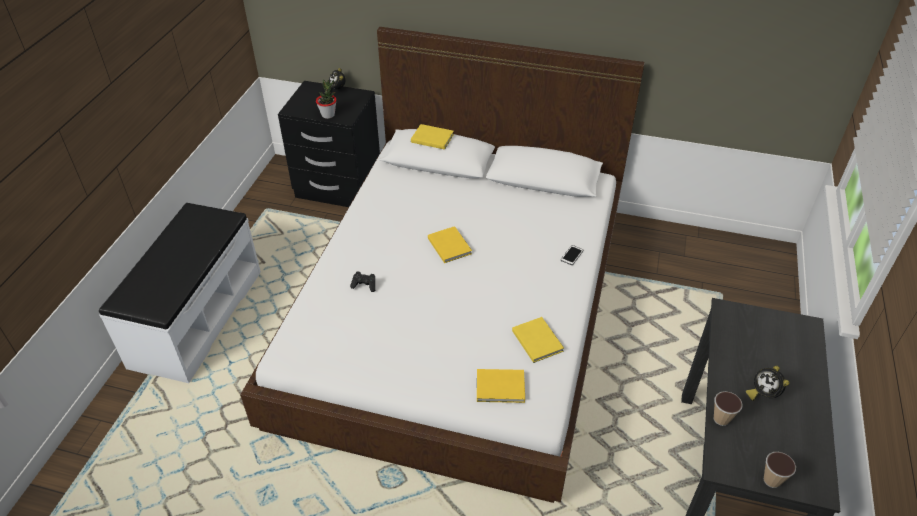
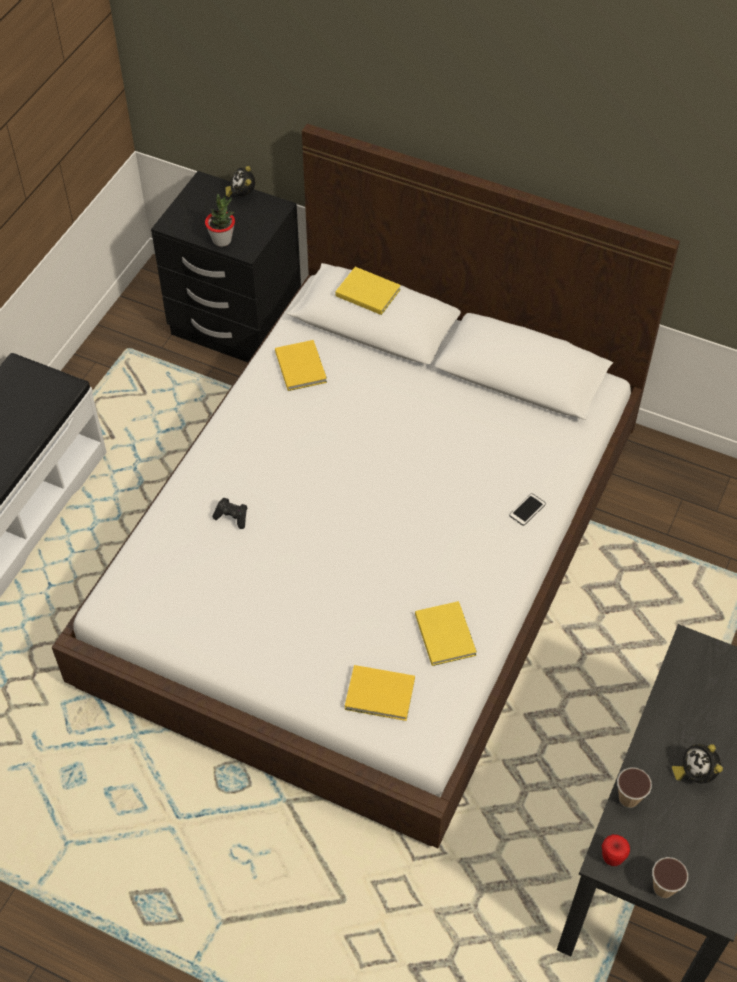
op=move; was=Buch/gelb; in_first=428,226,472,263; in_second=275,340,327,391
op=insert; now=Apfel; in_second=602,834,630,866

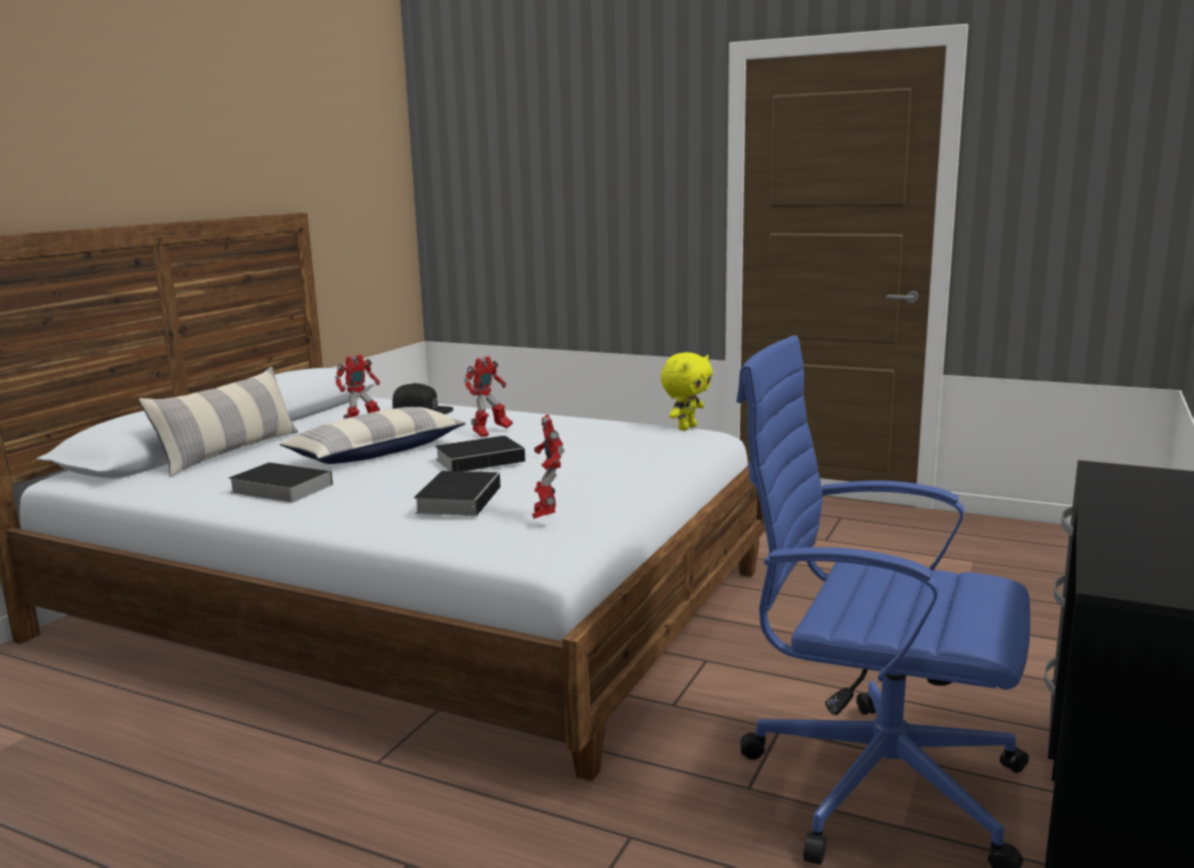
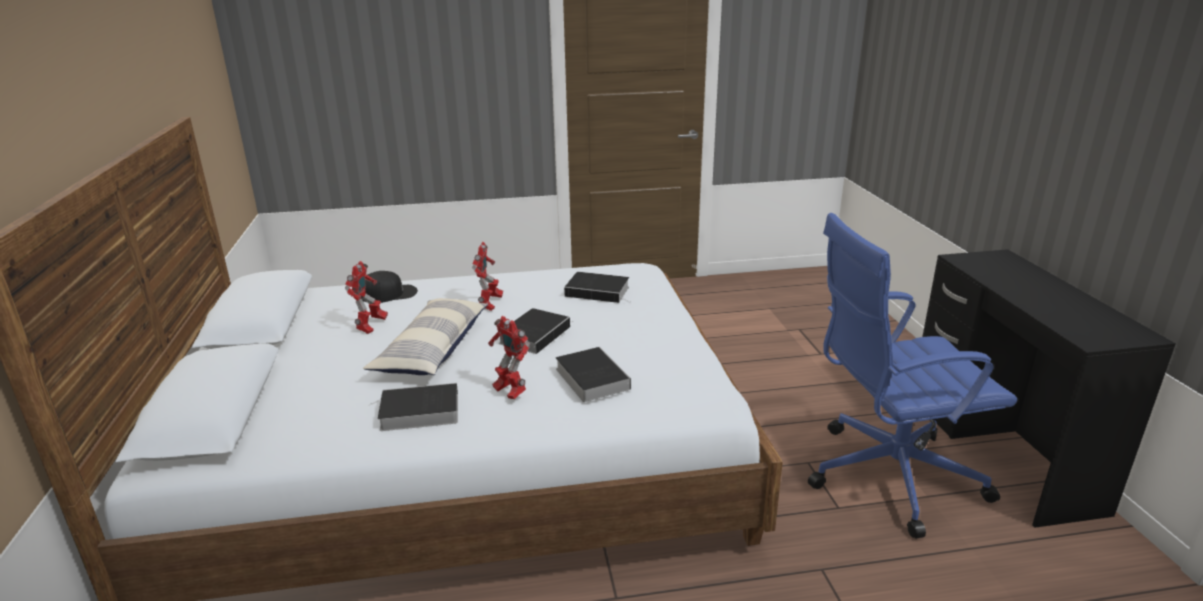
op=delete; was=Plüschtier/gelb; in_first=660,352,713,431
op=delete; was=Kissen; in_first=139,367,298,477
op=move; was=Spielzeugroboter; in_first=532,414,565,519; in_second=488,316,530,399
op=insert; now=Buch; in_second=564,272,630,303

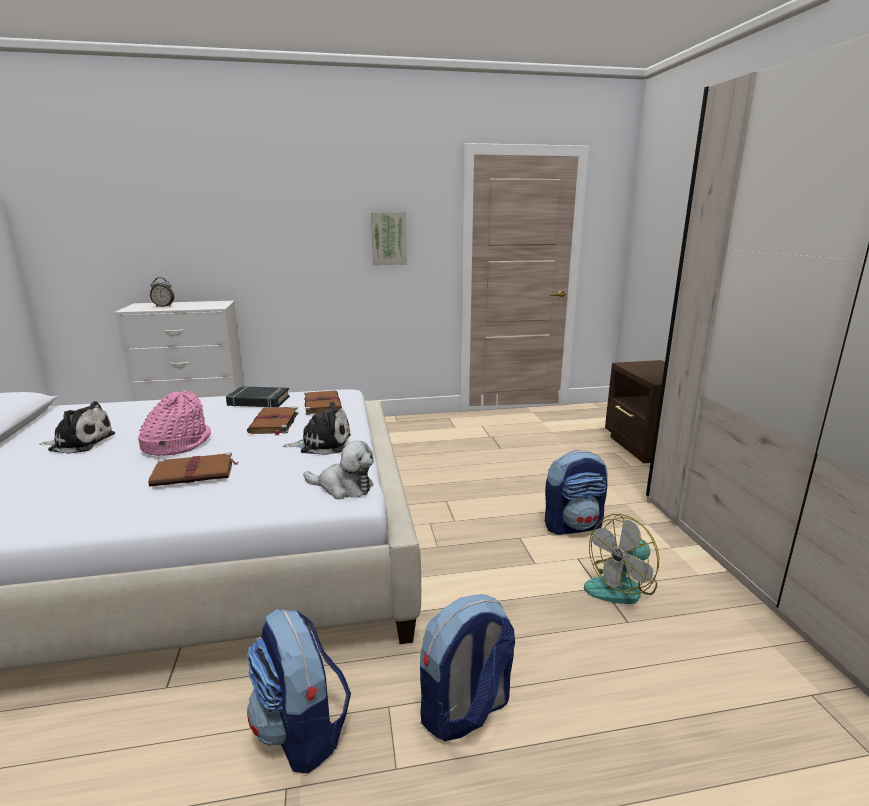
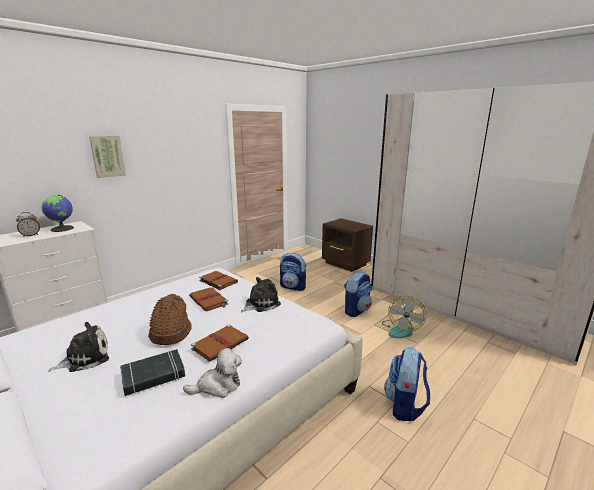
op=move; was=Bild; in_first=371,212,407,265; in_second=89,136,126,178
op=move; was=Buch/schwarz; in_first=226,386,290,408; in_second=120,349,185,396
op=recolor; was=Hut/rosa; now=Hut/braun; in_first=138,391,211,456; in_second=148,294,192,345
op=move; was=Plüschtier; in_first=303,440,374,499; in_second=183,348,242,398
op=move; was=Rucksack; in_first=247,608,351,773; in_second=280,253,307,291
op=insert; now=Globus; in_second=42,195,74,232

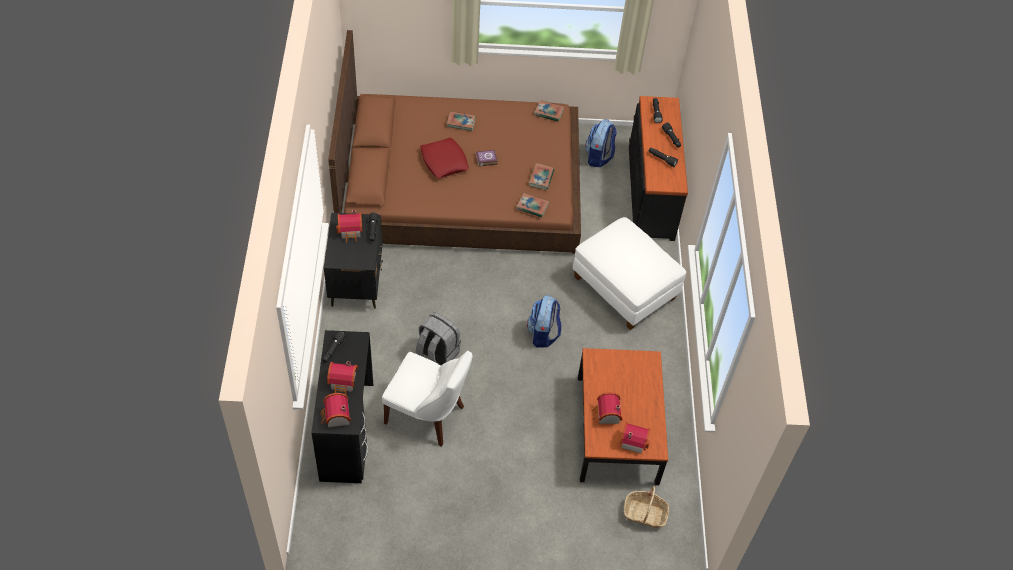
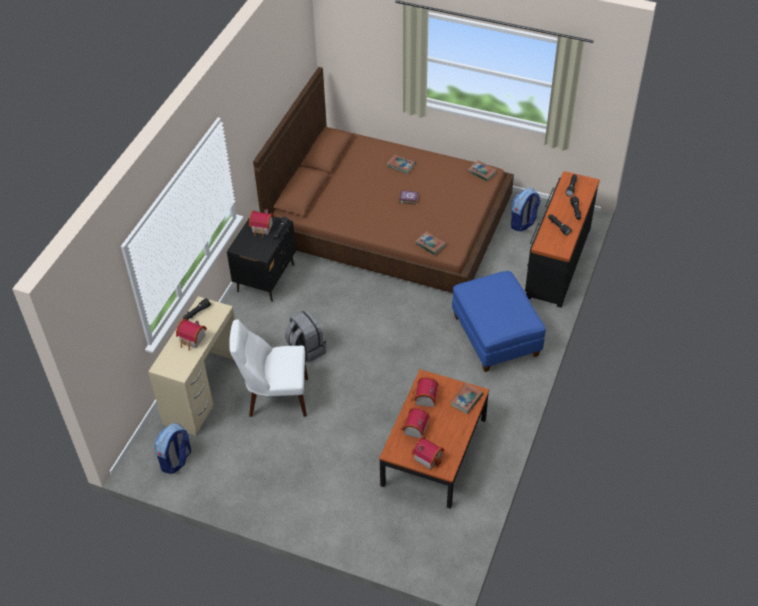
op=delete; was=Kissen/rot; in_first=420,138,469,179
op=move; was=Buch; in_first=529,163,554,190; in_second=451,383,483,414
op=recolor; was=Polsterhocker/weiß; now=Polsterhocker/blau; in_first=573,217,686,330; in_second=452,271,546,372
op=move; was=Rucksack; in_first=527,295,561,348; in_second=154,423,191,474
op=recolor; was=Schreibtisch/schwarz; now=Schreibtisch/beige; in_first=311,330,373,483; in_second=148,296,235,435
op=rotate; was=Stuhl/weiß; in_first=382,351,473,447; in_second=229,319,308,417; clockwise=135
op=move; was=Spielzeughaus; in_first=320,393,351,427; in_second=411,377,439,407
op=delete; was=Korb; in_first=624,486,669,528

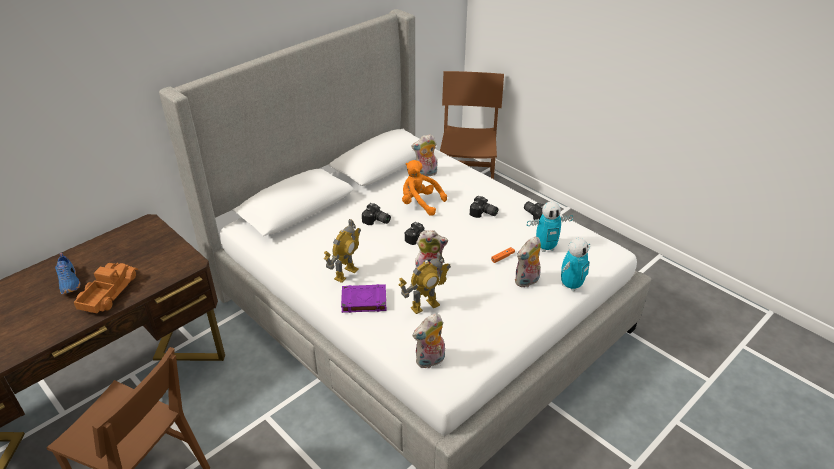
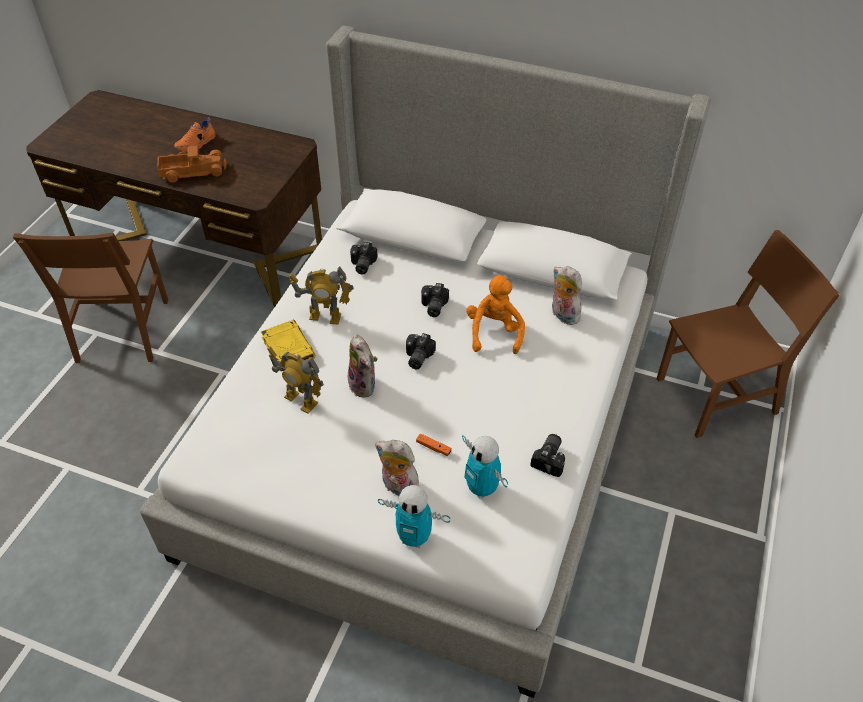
op=move; was=Kamera; in_first=470,196,498,218; in_second=350,242,378,274
op=recolor; was=Schuh/blau; now=Schuh/orange; in_first=55,253,81,295; in_second=174,117,216,153
op=recolor; was=Buch/lila; now=Buch/gelb; in_first=341,284,386,313; in_second=261,320,316,372
op=delete; was=Plüschtier; in_first=412,313,445,368

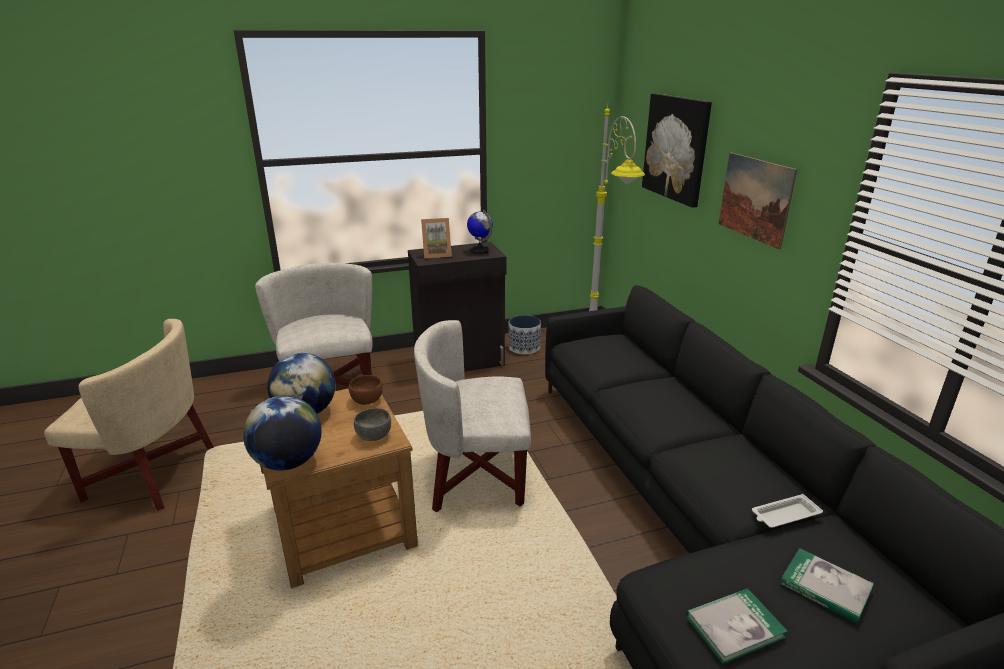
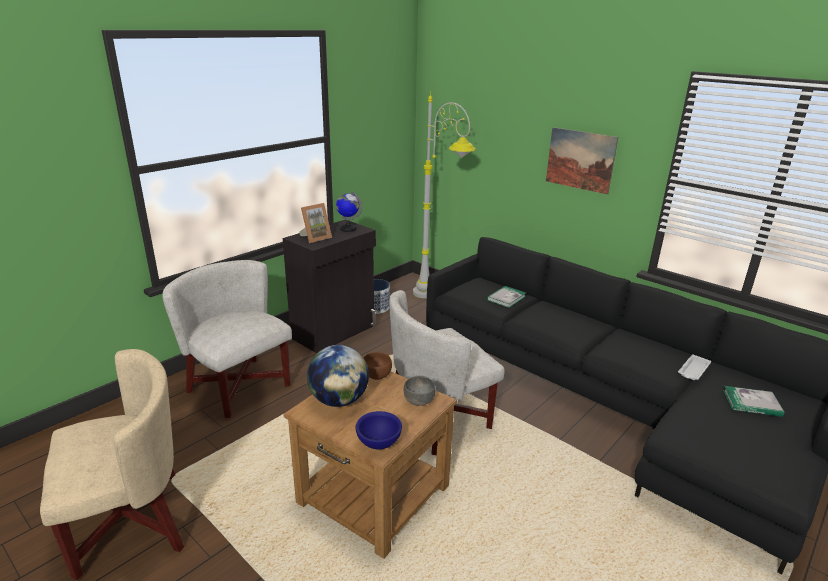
op=delete; was=Bild; in_first=642,93,712,208
op=replace; was=Globus; now=Schüssel/blau; in_first=243,396,322,470; in_second=355,411,402,450
op=move; was=Buch; in_first=686,588,788,664; in_second=487,286,526,308

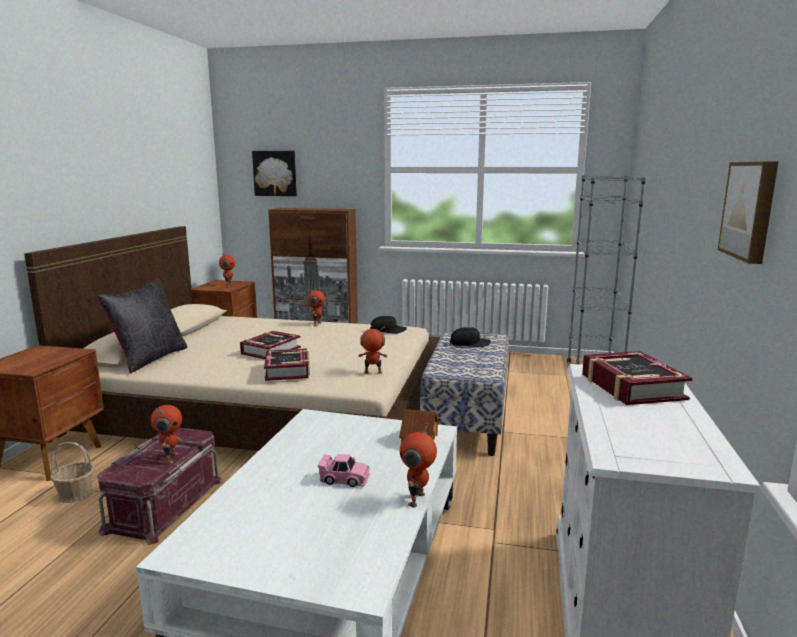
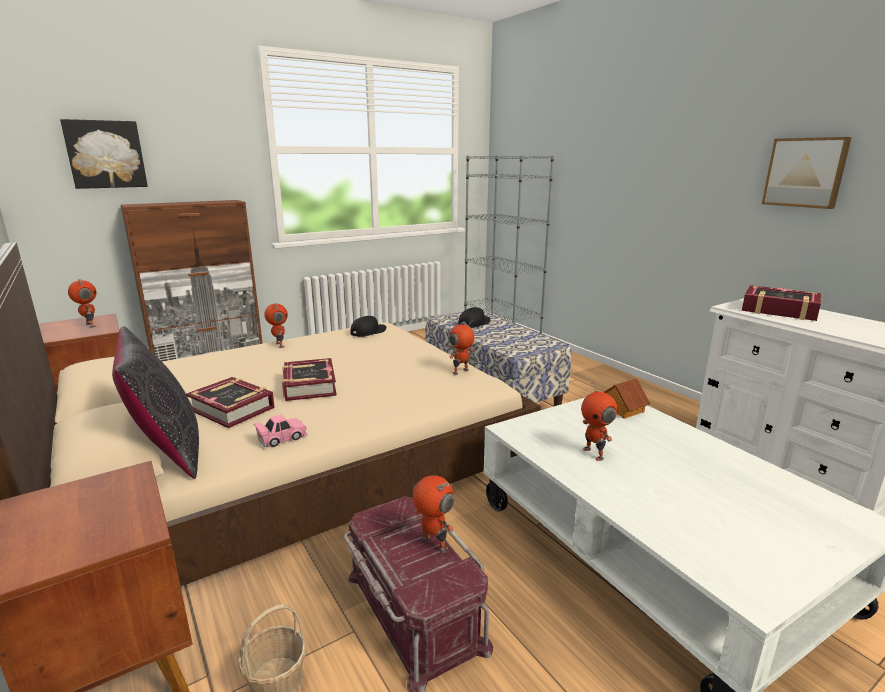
op=move; was=Buch; in_first=264,348,310,381; in_second=186,377,275,428
op=move; was=Spielzeugroboter; in_first=400,422,437,508; in_second=581,382,617,461
op=move; was=Spielzeugauto/rosa; in_first=317,454,370,487; in_second=254,414,307,447

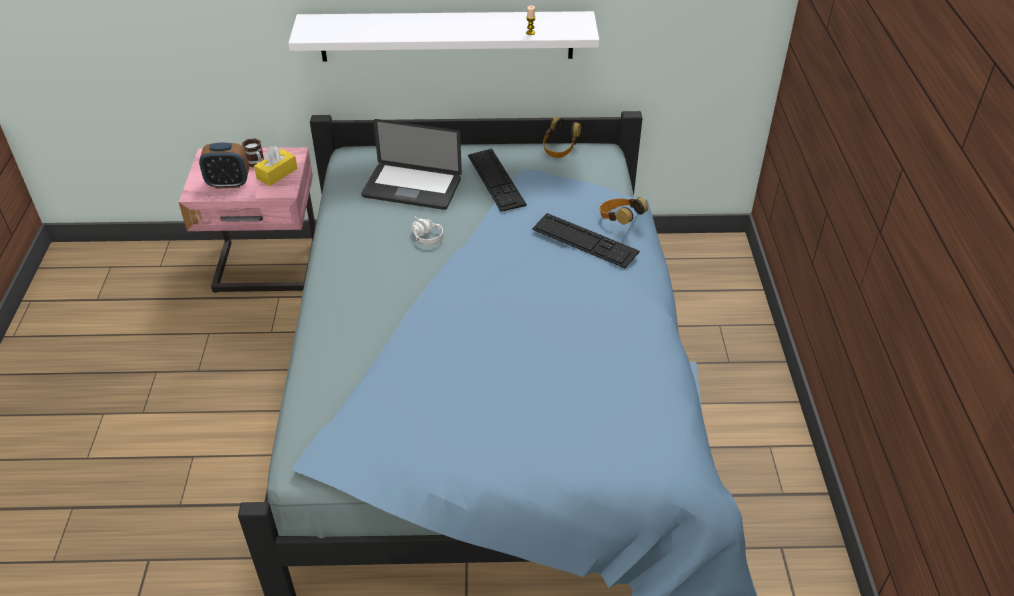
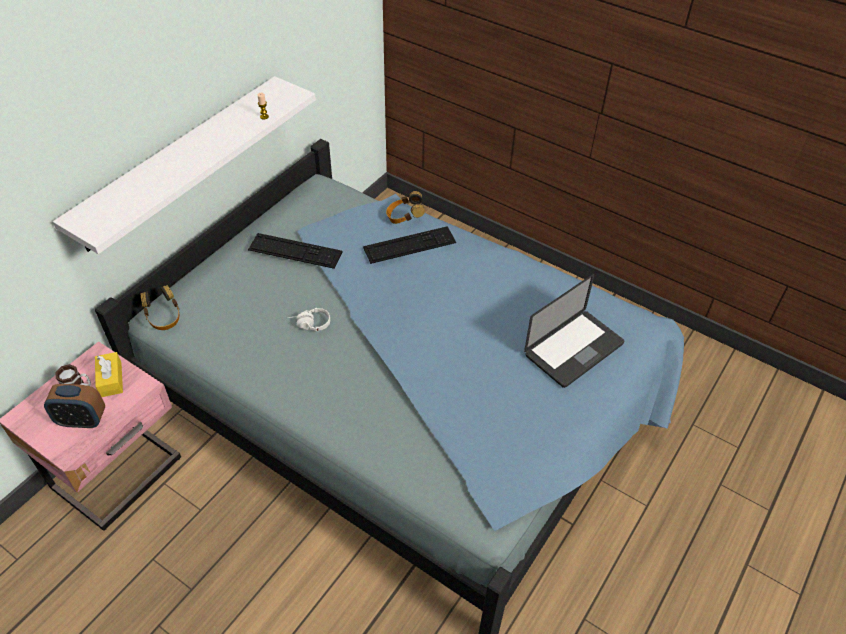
op=move; was=Kopfhörer; in_first=543,117,581,158; in_second=141,285,180,330
op=move; was=Laptop; in_first=361,119,462,210; in_second=524,274,624,388
op=rotate; was=Wecker; in_first=199,143,249,189; in_second=44,384,105,428; clockwise=60

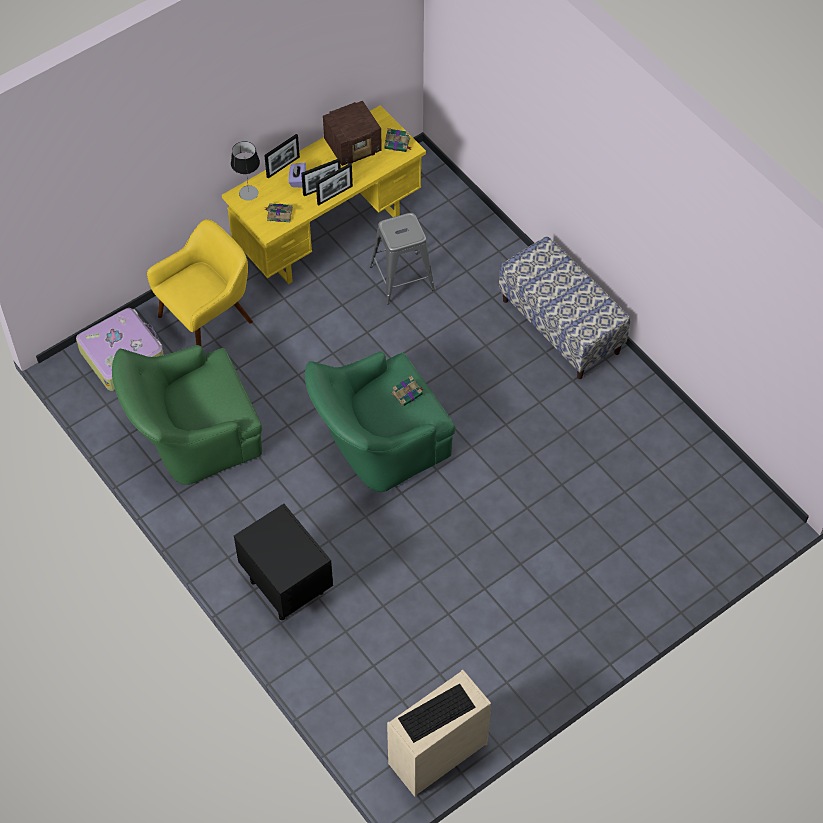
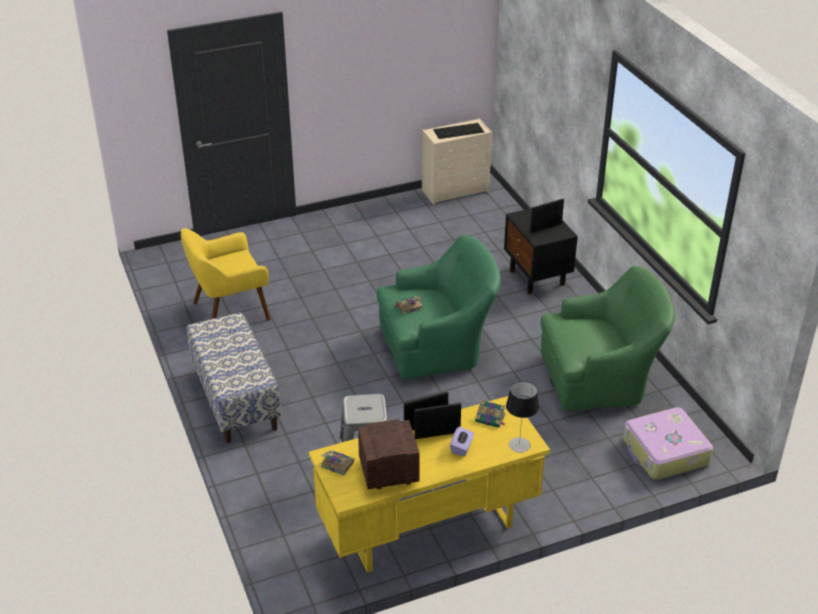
op=move; was=Bilderrahmen; in_first=264,134,300,178; in_second=530,199,564,233
op=move; was=Sessel/gelb; in_first=147,219,253,347; in_second=181,228,270,321

